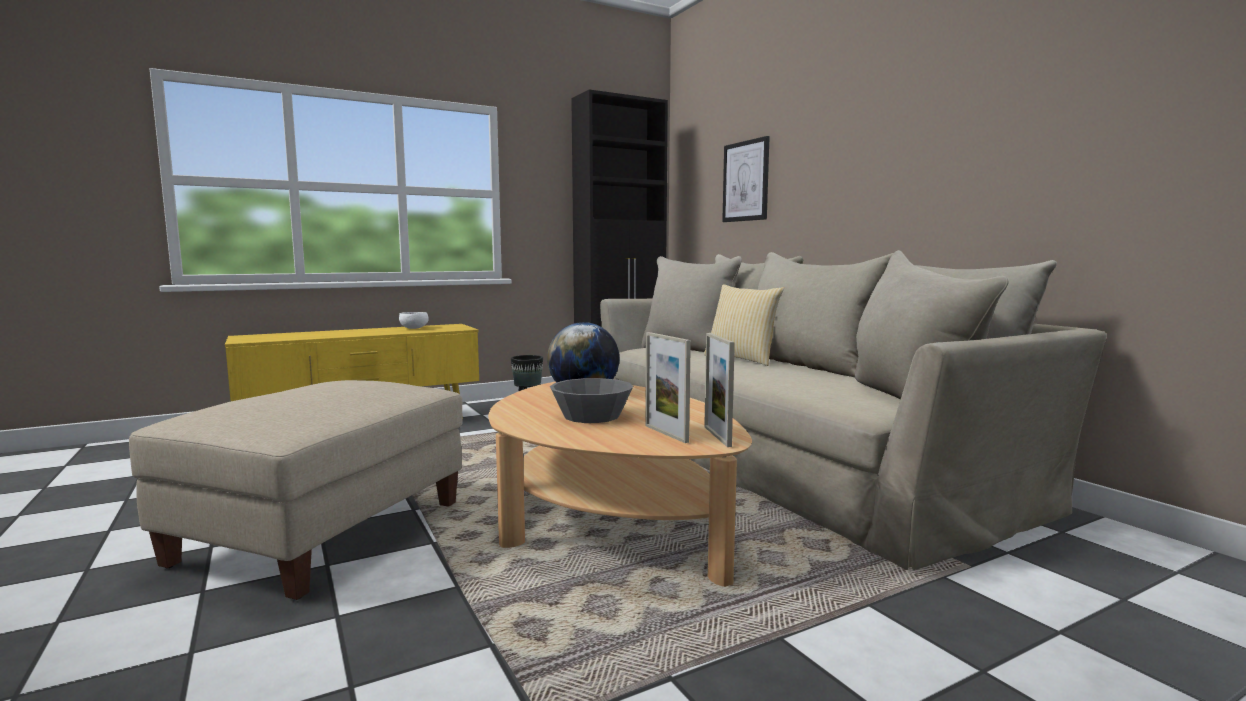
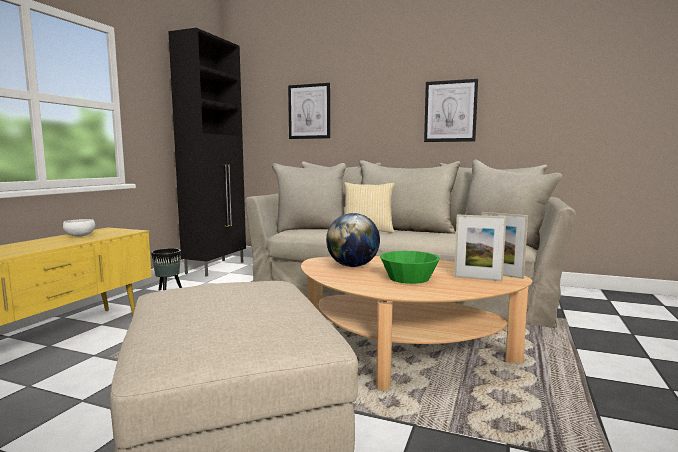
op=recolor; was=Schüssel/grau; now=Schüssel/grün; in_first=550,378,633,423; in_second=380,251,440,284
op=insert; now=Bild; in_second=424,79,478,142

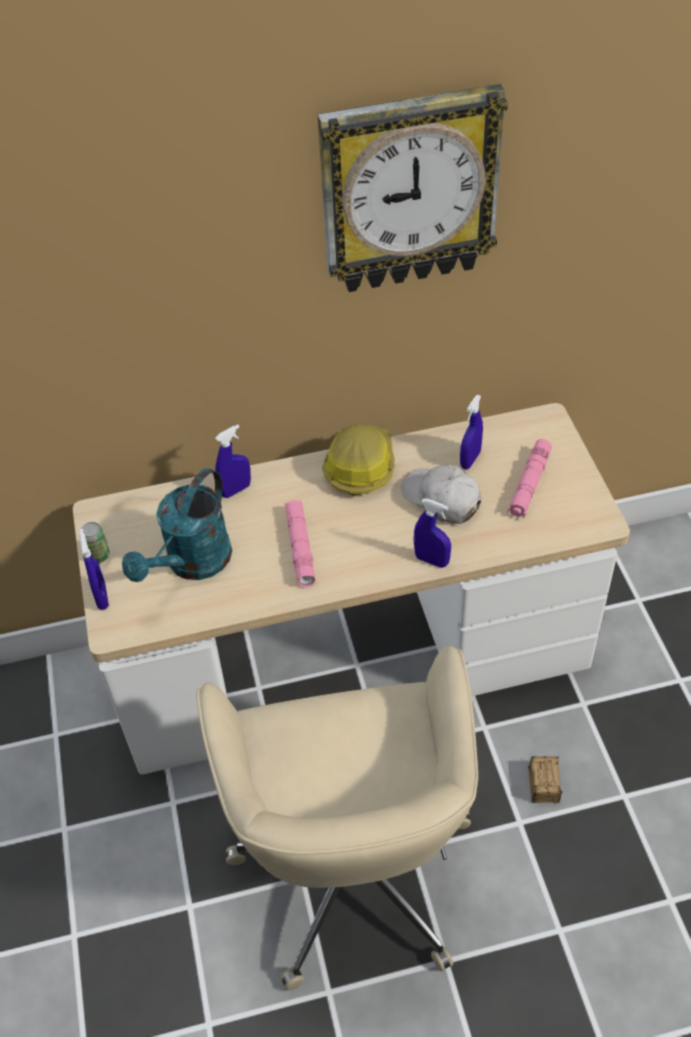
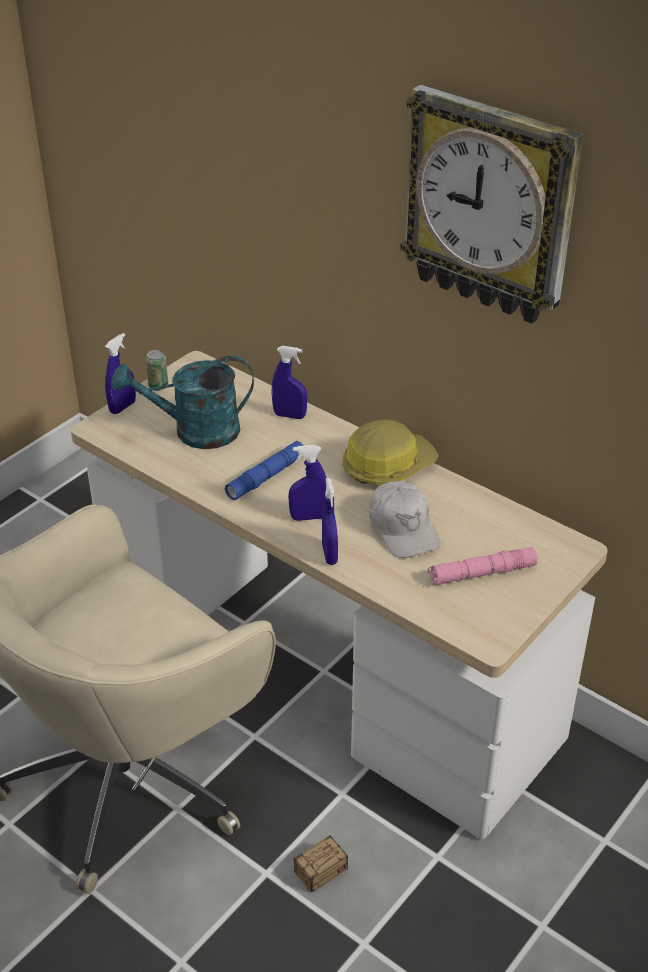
op=move; was=Sprühflasche/blau; in_first=460,395,483,469; in_second=288,445,327,521
op=rotate; was=Kappe/weiß; in_first=401,465,481,524; in_second=369,481,441,558; clockwise=150
op=recolor; was=Taschenlampe/rosa; now=Taschenlampe/blau; in_first=285,500,316,587; in_second=225,441,304,500

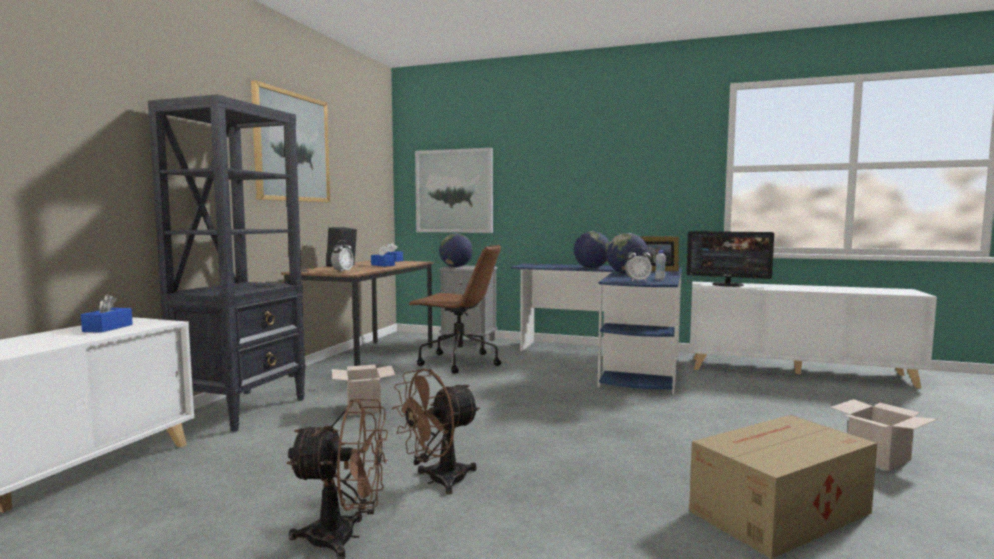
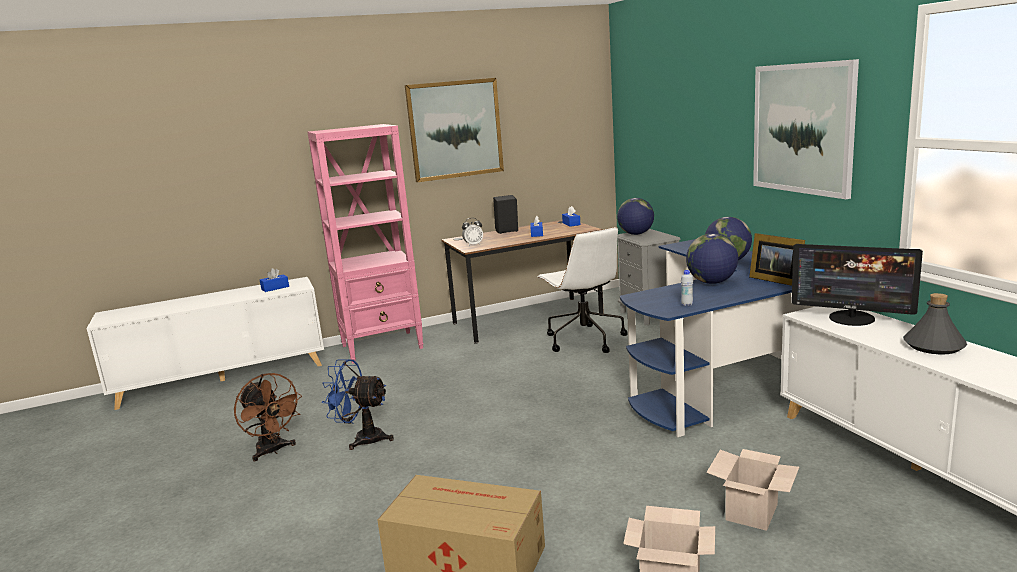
op=recolor; was=Bücherregal/schwarz; now=Bücherregal/rosa; in_first=148,94,306,432; in_second=308,124,424,364
op=move; was=Bild; in_first=415,148,493,233; in_second=753,59,859,199
op=rotate; was=Monitor; in_first=686,231,774,287; in_second=791,244,923,326; clockwise=-45
op=recolor; was=Bürostuhl/braun; now=Bürostuhl/weiß; in_first=408,244,501,374; in_second=537,227,628,353
op=delete; was=Wecker; in_first=625,247,652,282
op=move; was=Karton; in_first=332,365,395,416; in_second=706,449,799,531
op=recolor; was=Ventilator/braun; now=Ventilator/blau; in_first=392,368,480,495; in_second=322,359,394,450
op=insert; now=Flasche/grau; in_second=903,293,967,354

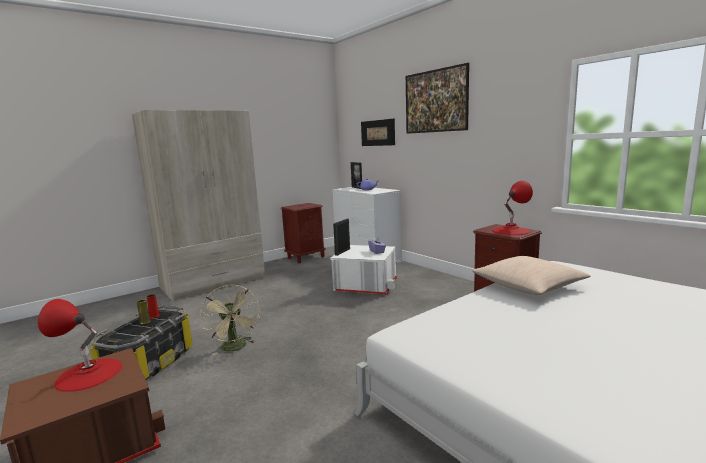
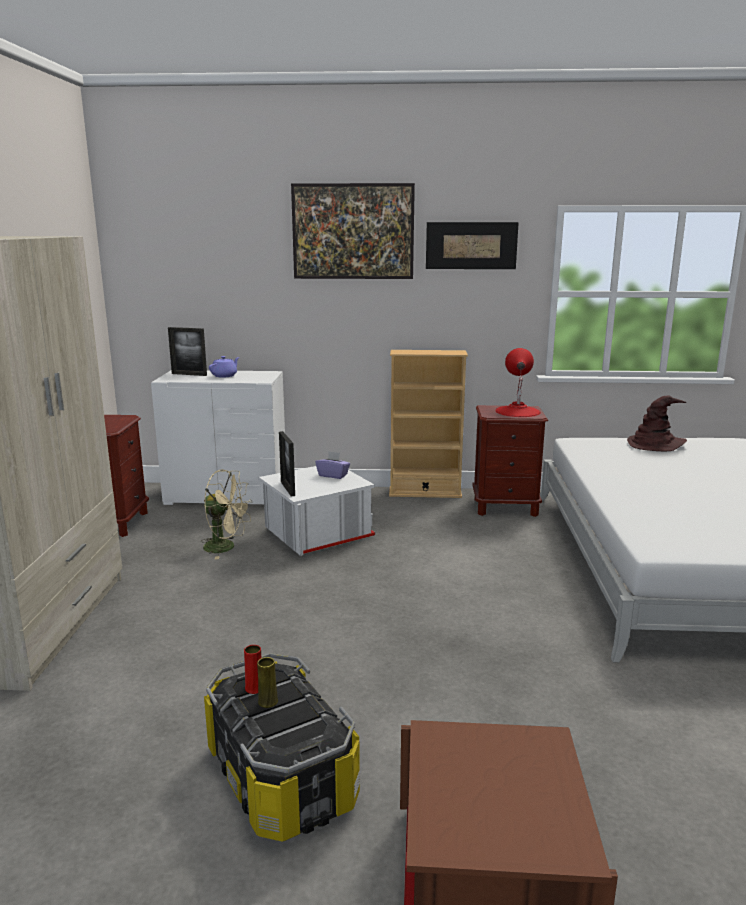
op=move; was=Bild; in_first=361,119,395,146; in_second=426,222,519,269
op=delete; was=Kissen/beige; in_first=472,256,591,295
op=move; was=Ventilator/beige; in_first=200,285,260,355; in_second=201,469,252,560
op=delete; was=Tischlampe/rot; in_first=38,299,122,392
op=insert; now=Bücherregal/beige; in_second=389,350,468,498
op=insert; now=Hut/braun; in_second=627,396,687,451

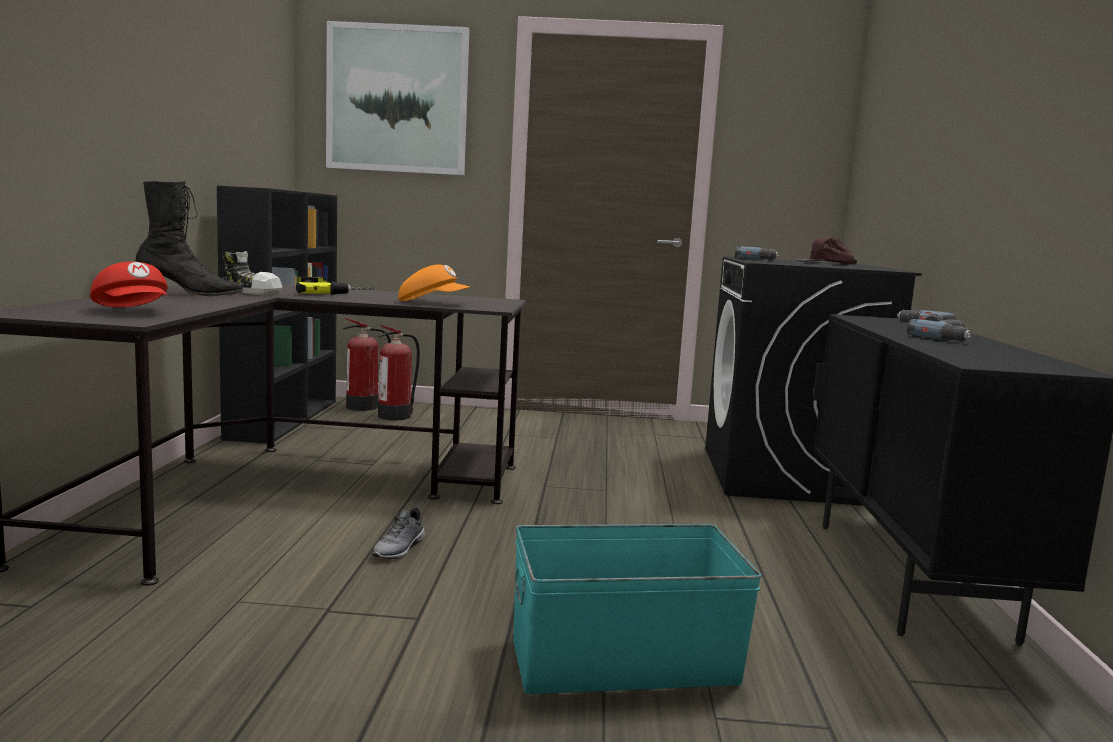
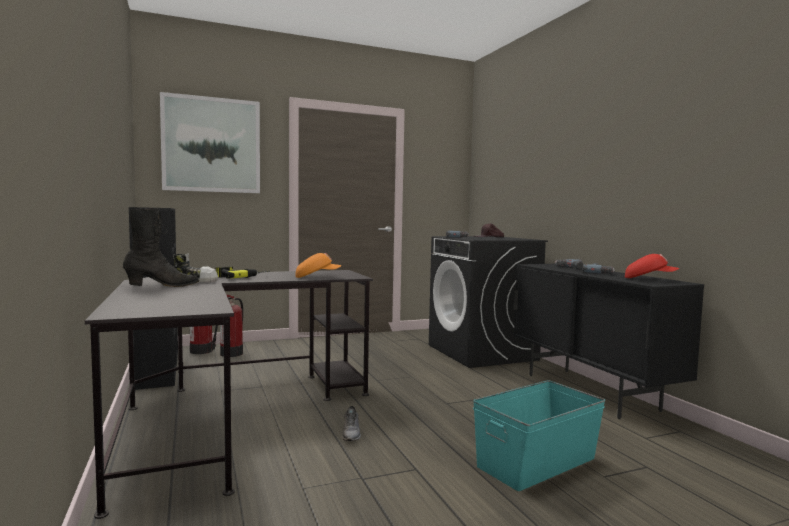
op=move; was=Kappe/rot; in_first=90,262,168,307; in_second=625,254,679,278

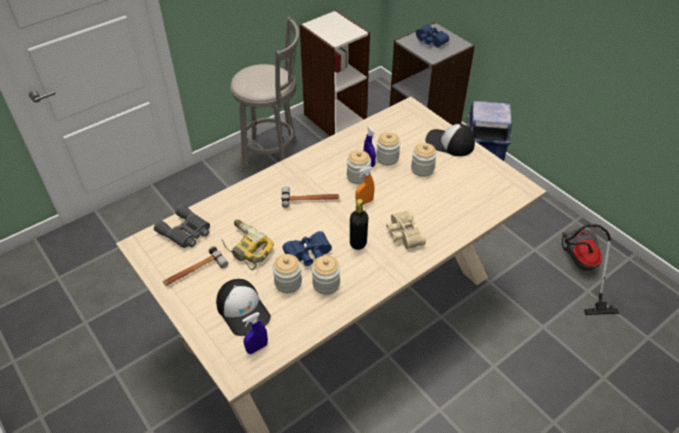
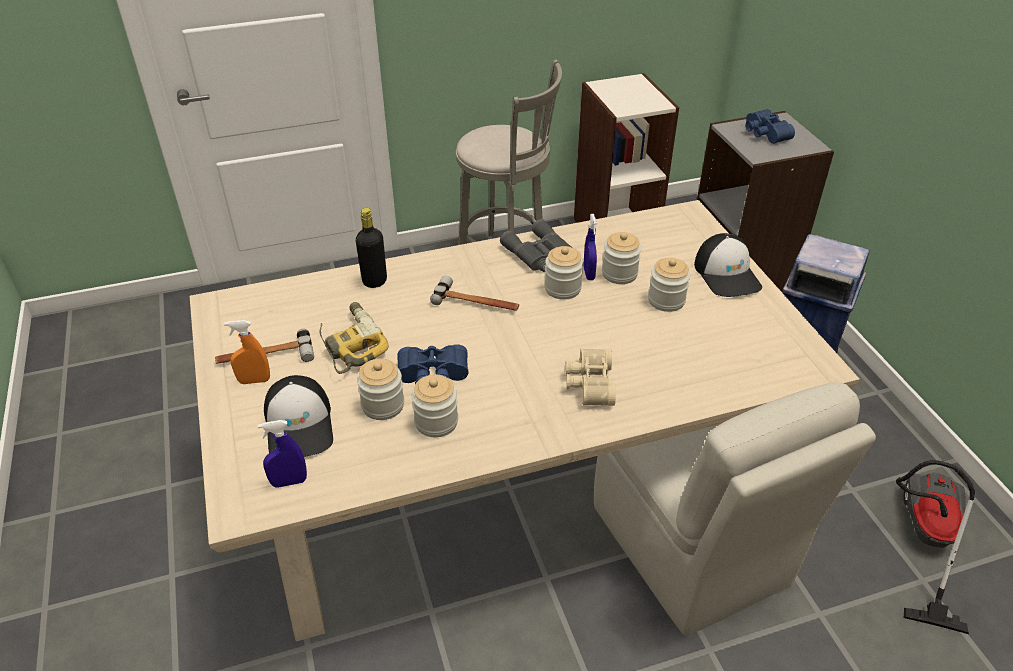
op=rotate; was=Kappe; in_first=425,124,475,156; in_second=694,233,762,297; clockwise=-150
op=move; was=Sprühflasche/orange; in_first=355,166,374,205; in_second=224,320,270,384
op=move; was=Flasche/schwarz; in_first=350,199,368,250; in_second=356,208,387,288
op=move; was=Fernglas/grau; in_first=154,204,210,248; in_second=500,219,573,272
op=insert; now=Stuhl/beige; in_second=594,382,876,636

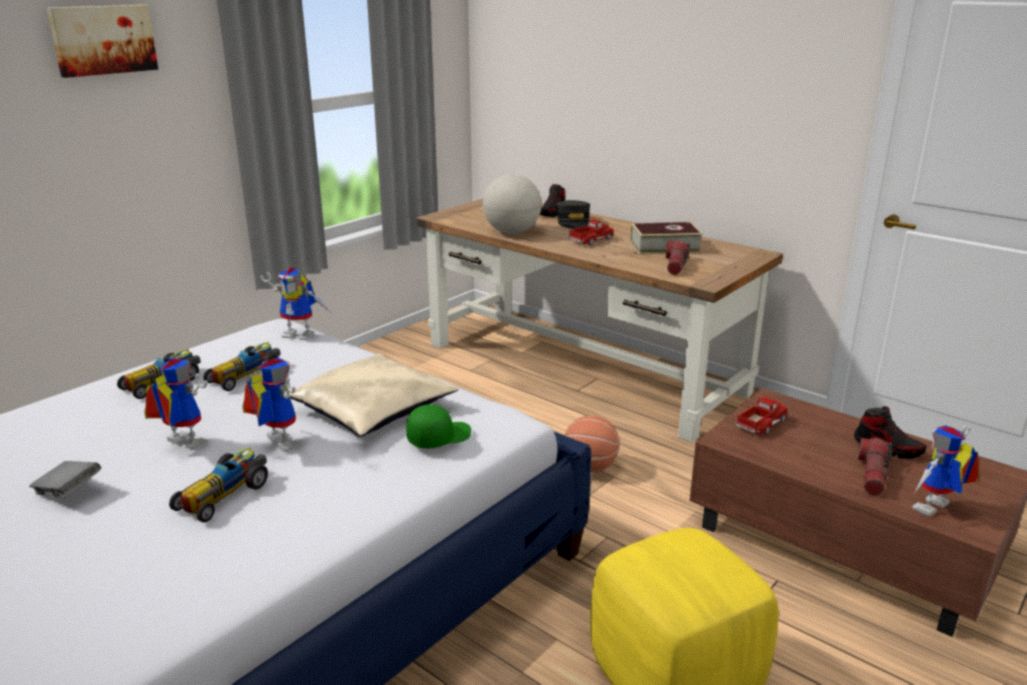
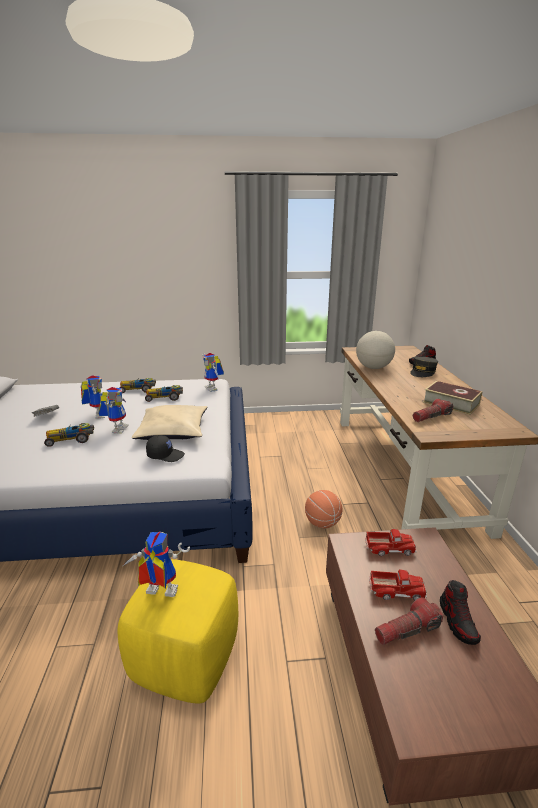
op=delete; was=Bild; in_first=47,5,158,78
op=move; was=Spielzeuglaster; in_first=569,219,614,245; in_second=369,569,427,601
op=recolor; was=Kappe/grün; now=Kappe/schwarz; in_first=406,404,471,448; in_second=146,435,185,462
op=move; was=Spielzeugroboter; in_first=912,425,980,517; in_second=123,532,190,597

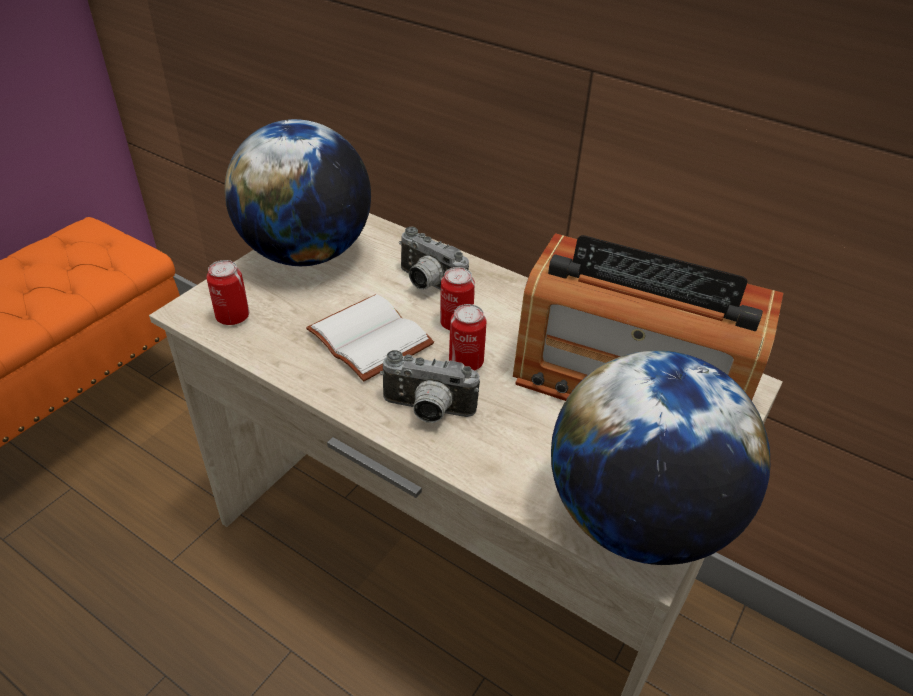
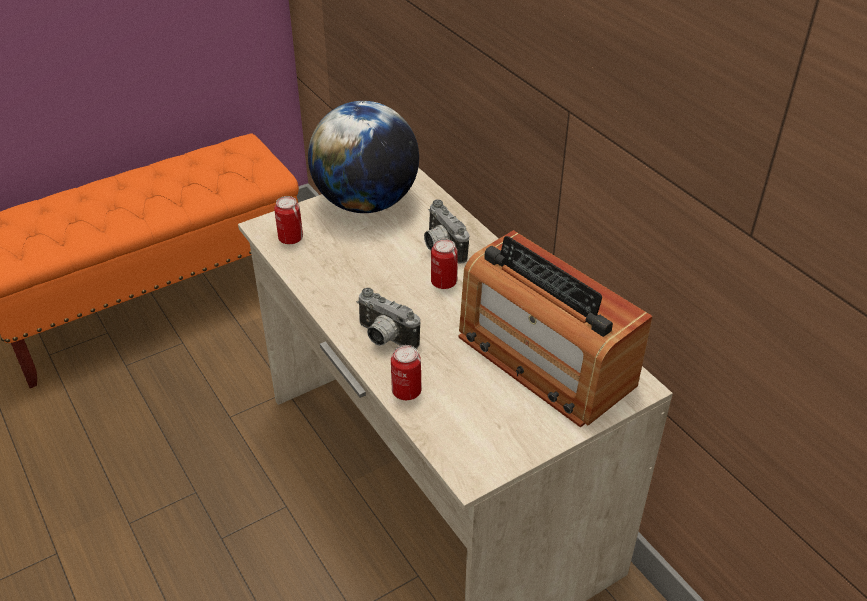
op=delete; was=Buch/weiß; in_first=306,294,434,381
op=move; was=Dose; in_first=449,304,486,370; in_second=391,345,421,400
op=delete; was=Globus; in_first=551,350,770,565

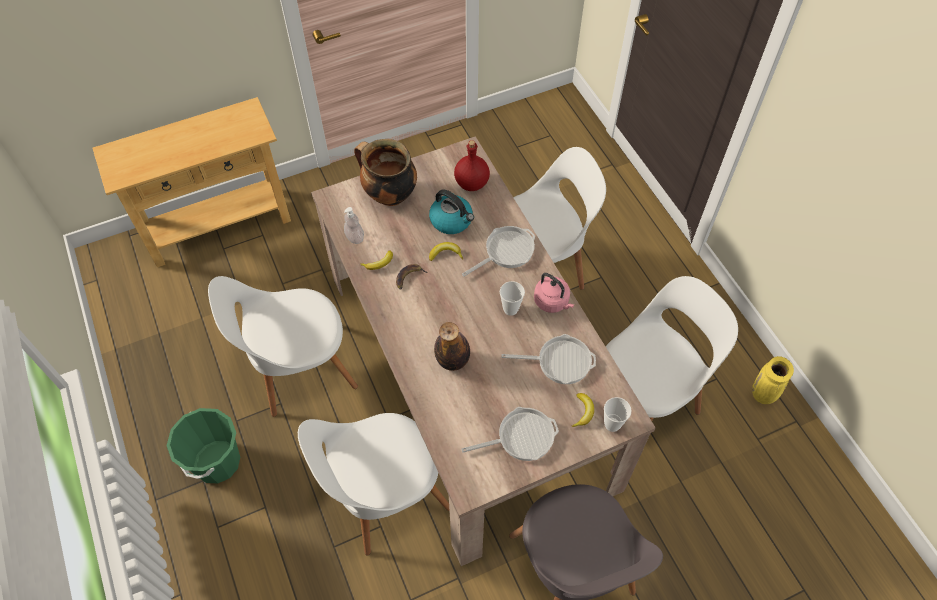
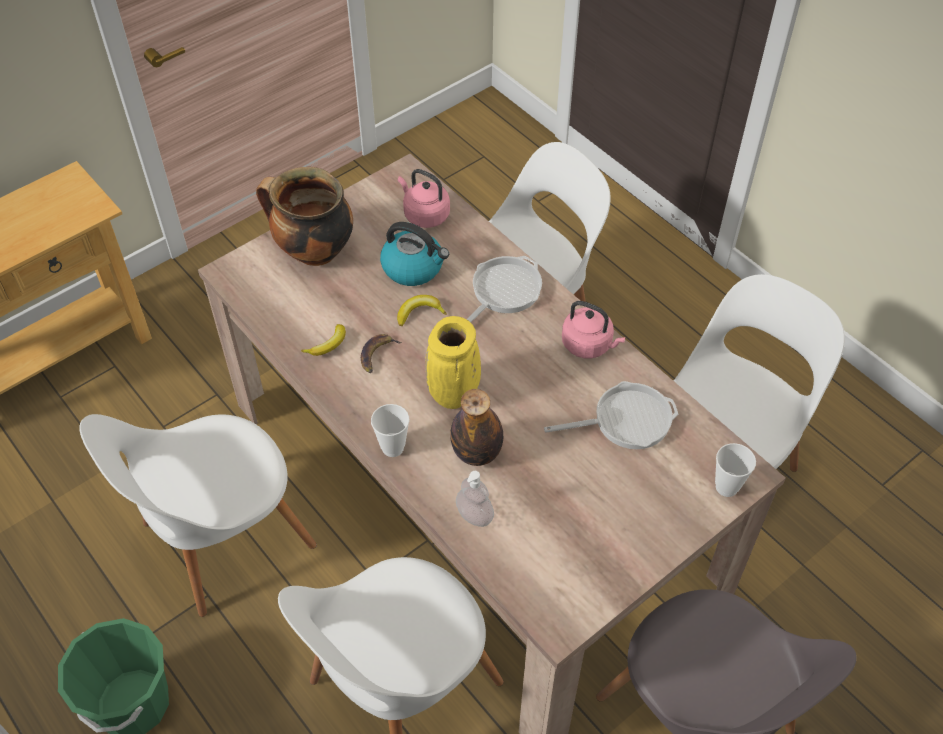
op=replace; was=Flasche/rot; now=Wasserkessel/rosa; in_first=454,140,490,191; in_second=398,169,450,228
op=move; was=Seifenspender; in_first=344,207,364,244; in_second=456,471,494,527
op=move; was=Tasse; in_first=500,281,525,316; in_second=371,404,410,457
op=move; was=Vase/gelb; in_first=752,356,794,404; in_second=425,316,481,409
op=delete; was=Banane; in_first=571,393,594,427
op=delete; was=Pfanne; in_first=461,407,559,461

